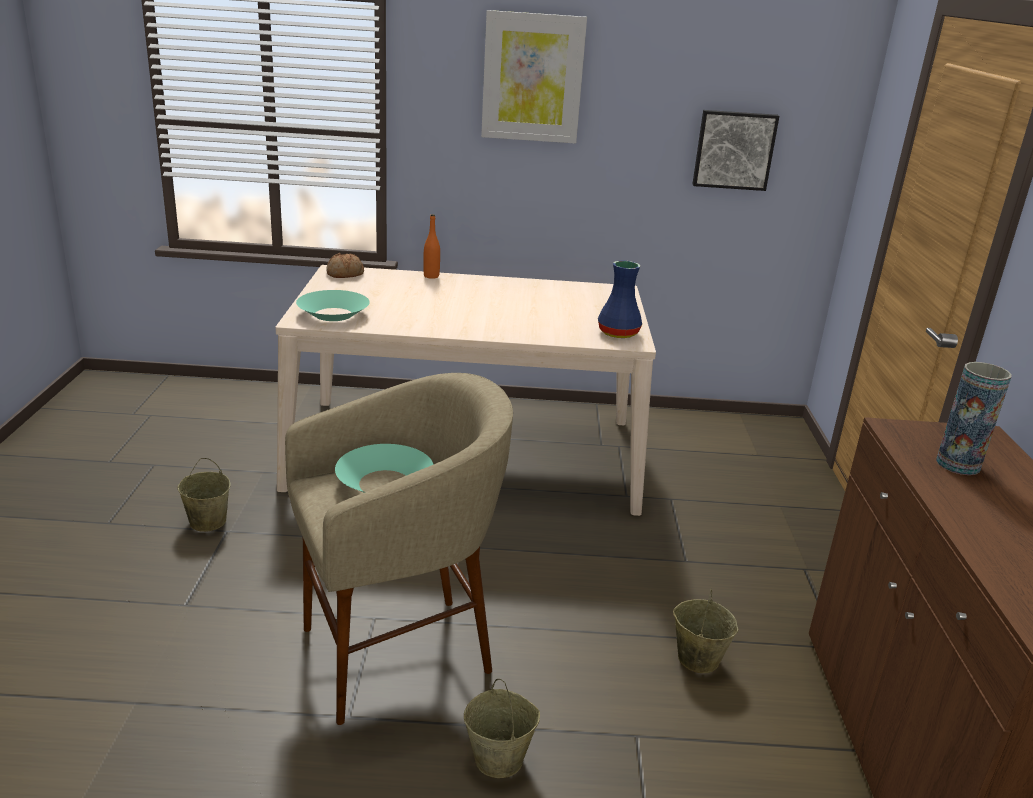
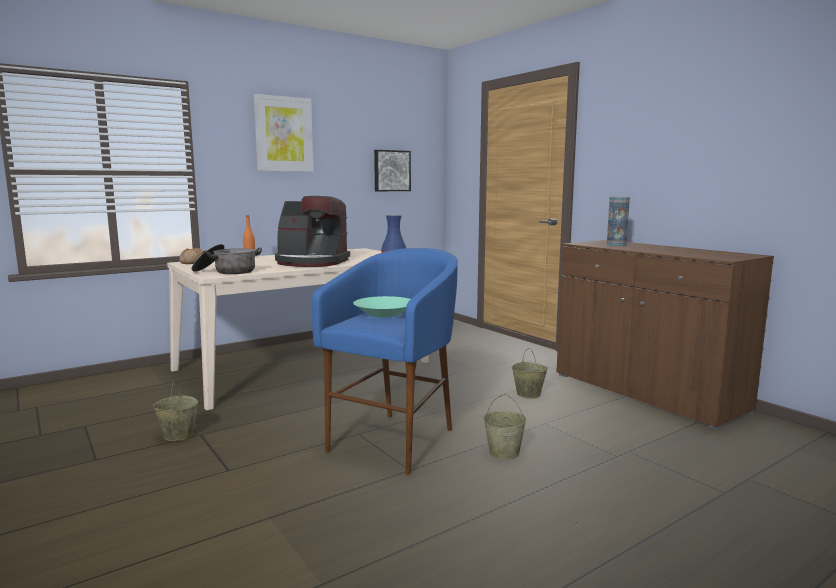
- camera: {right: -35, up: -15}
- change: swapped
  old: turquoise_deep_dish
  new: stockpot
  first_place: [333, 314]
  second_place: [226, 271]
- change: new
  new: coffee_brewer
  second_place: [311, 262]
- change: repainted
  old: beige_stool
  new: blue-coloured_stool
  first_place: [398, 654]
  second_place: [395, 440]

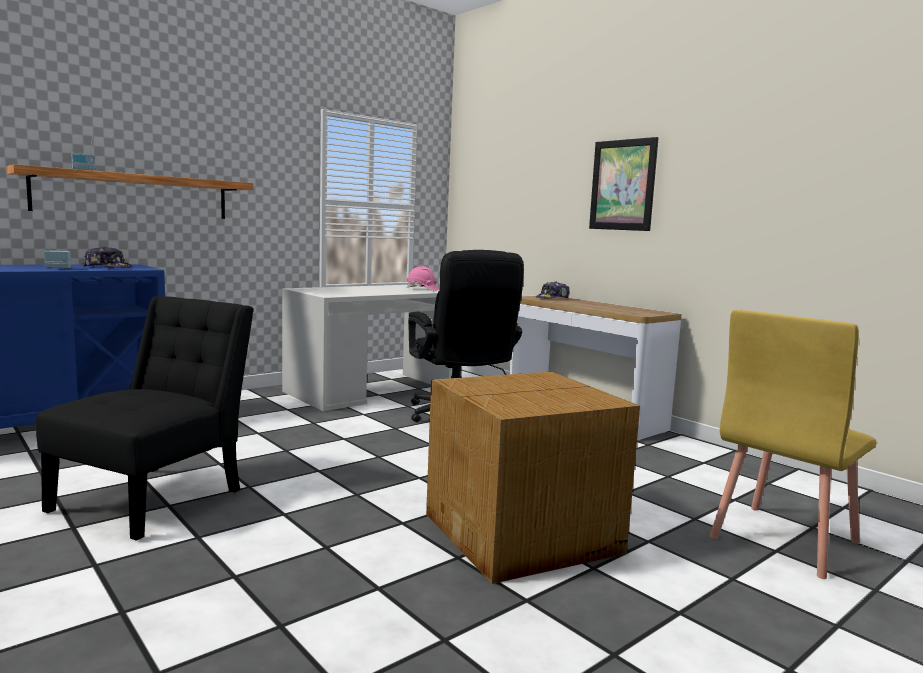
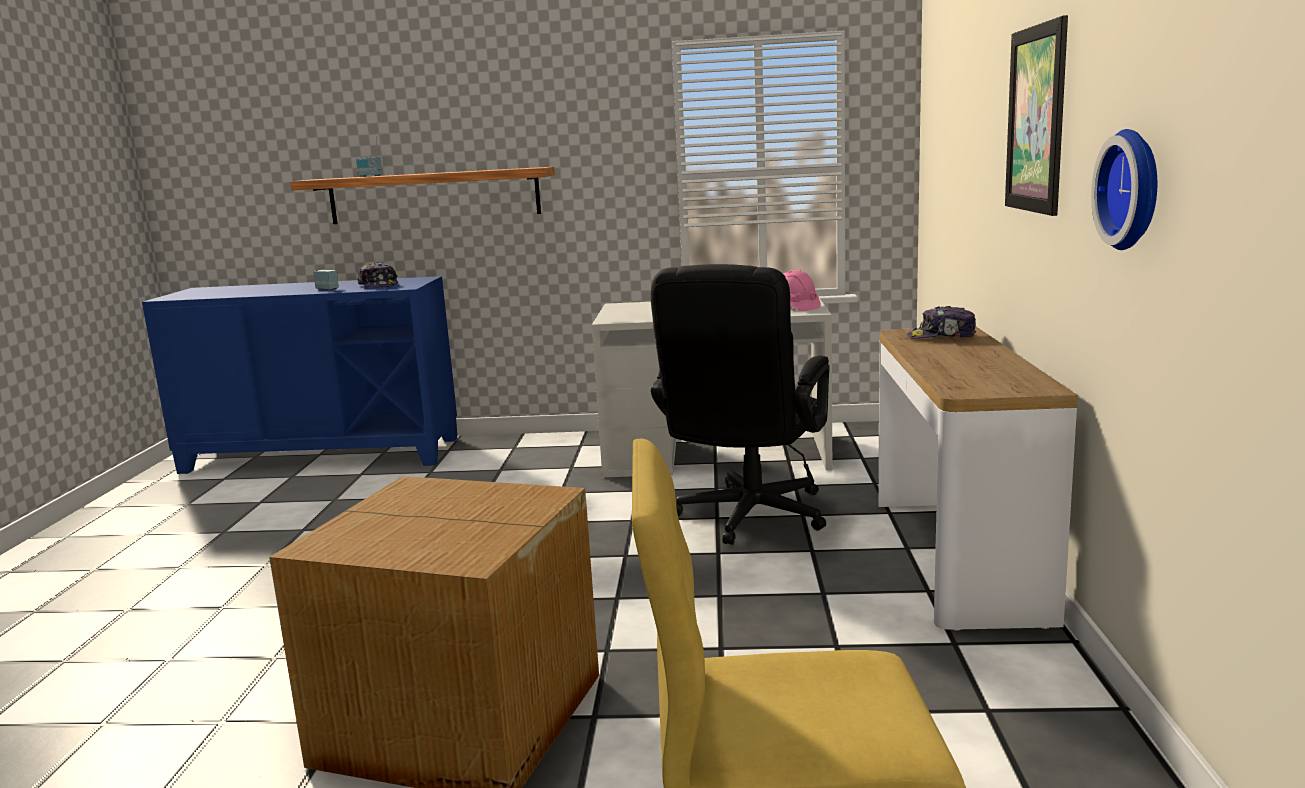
- camera: {right: 45, up: 5}
- change: new
  new: hanging_clock
  second_place: [1135, 189]
- change: gone
  old: black-coloured_plain_chair
  first_place: [156, 497]

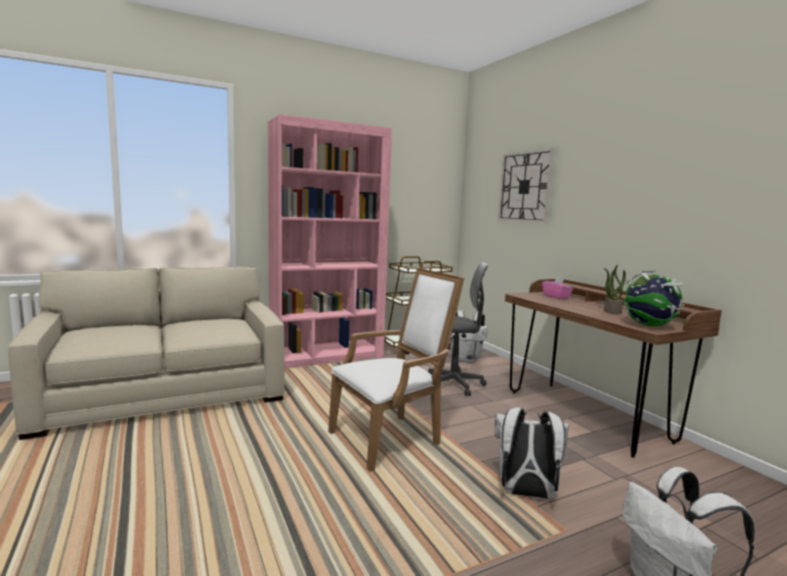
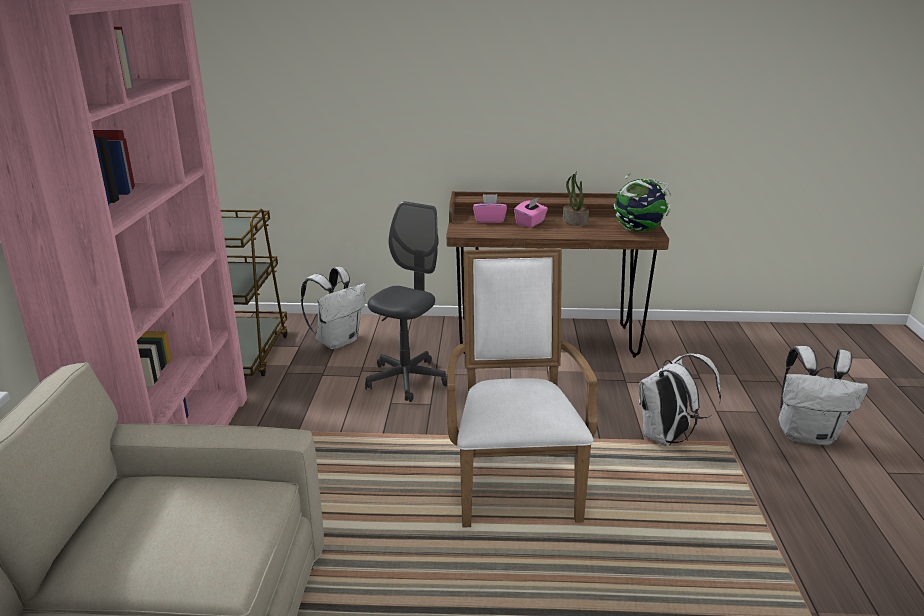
- camera: {right: -60, up: 15}
- change: new
  new: pink-coloured_tissue_box
  second_place: [530, 223]
- change: gone
  old: hanging_clock
  first_place: [525, 187]

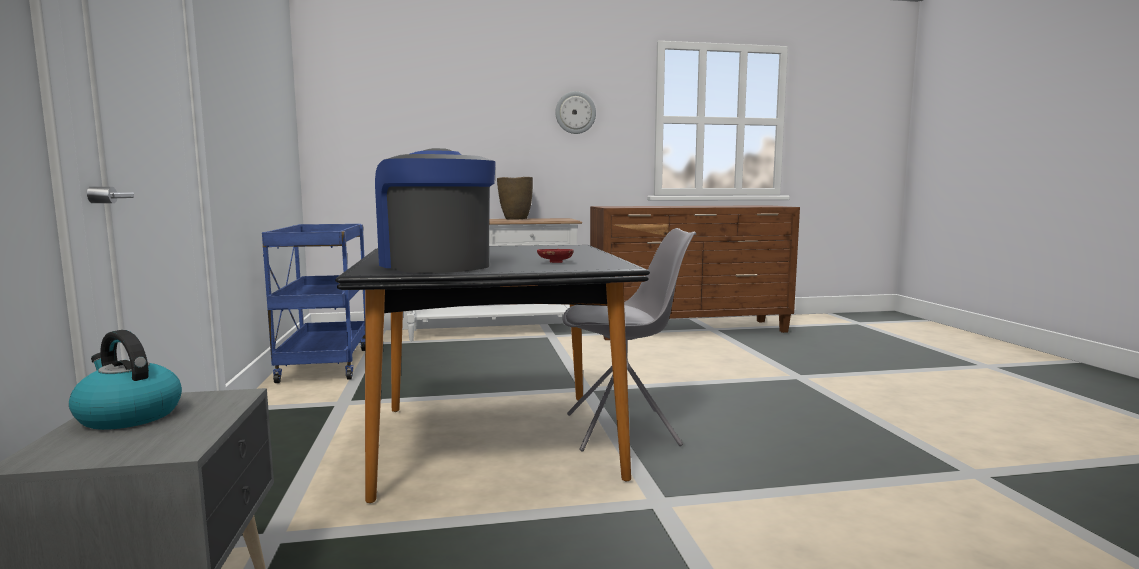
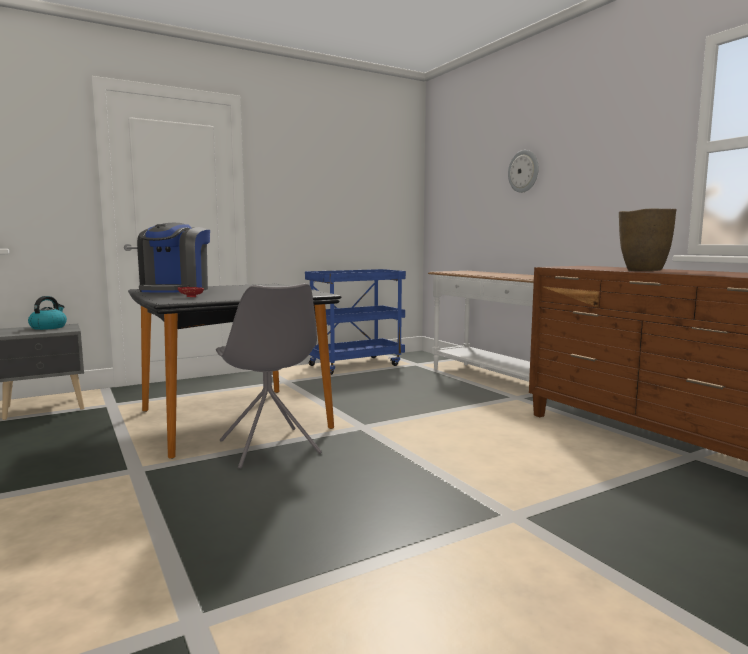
- camera: {right: 70, up: 0}
- change: rotated
  old: coffee_brewer
  first_place: [435, 265]
  second_place: [175, 290]
  degrees: 150
- change: shifted
  old: hanging_clock
  first_place: [575, 112]
  second_place: [524, 171]
- change: shifted
  old: brownish_vase
  first_place: [515, 219]
  second_place: [642, 270]

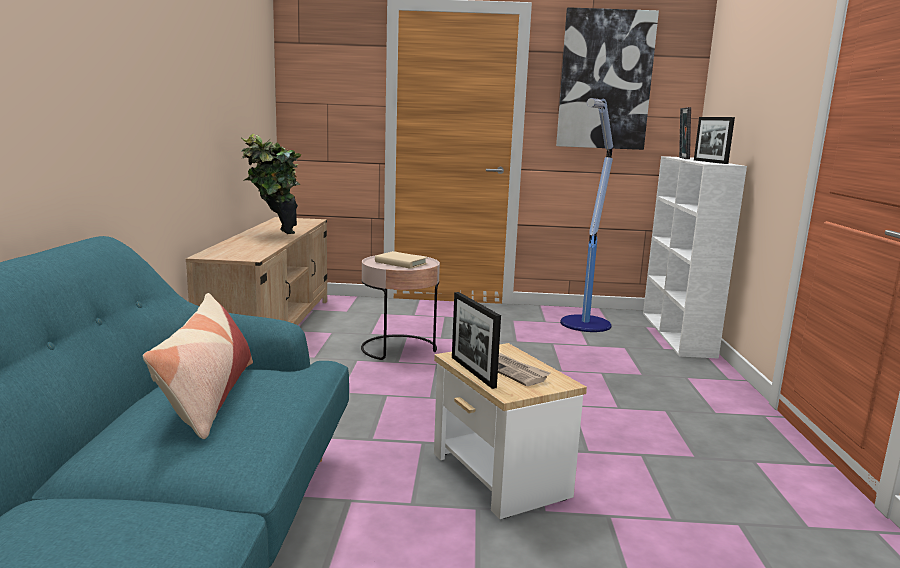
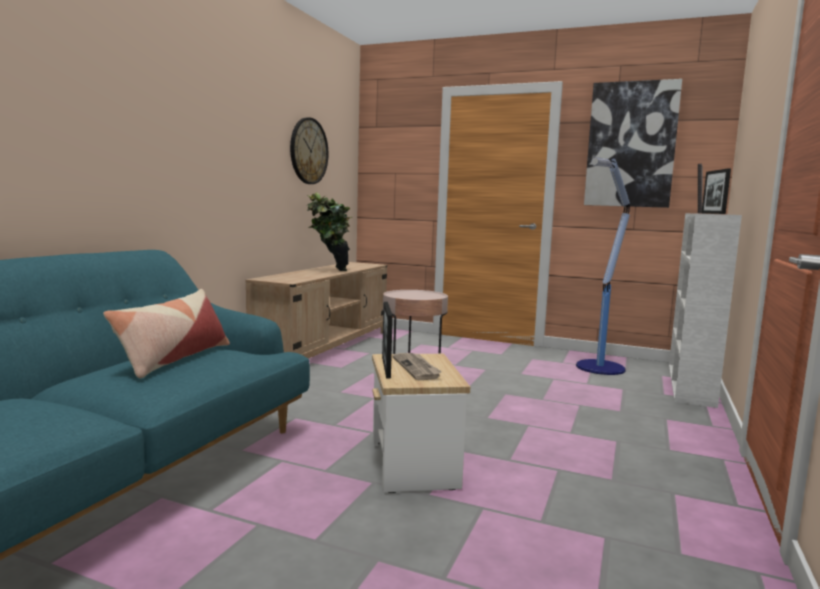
- camera: {right: 20, up: -5}
- change: new
  new: hanging_clock
  second_place: [308, 151]
- change: gone
  old: beige_bound_book
  first_place: [401, 263]

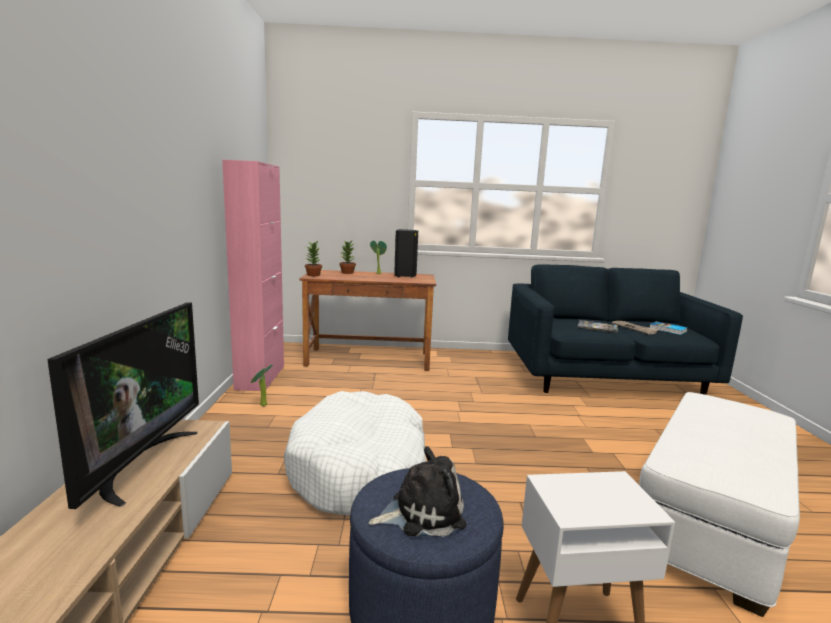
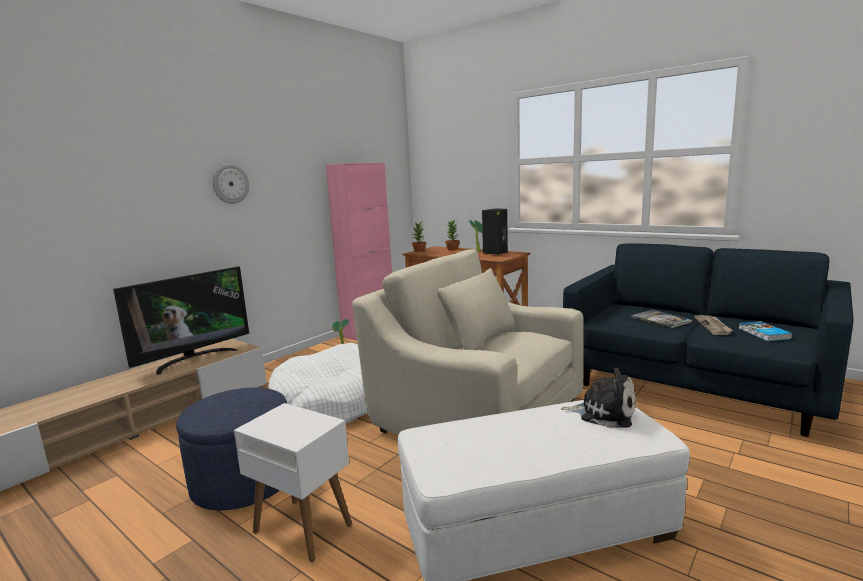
- camera: {right: 40, up: 0}
- change: new
  new: hanging_clock
  second_place: [230, 184]
- change: new
  new: beige_armchair
  second_place: [477, 413]
- change: shifted
  old: plush_toy
  first_place: [422, 512]
  second_place: [603, 413]

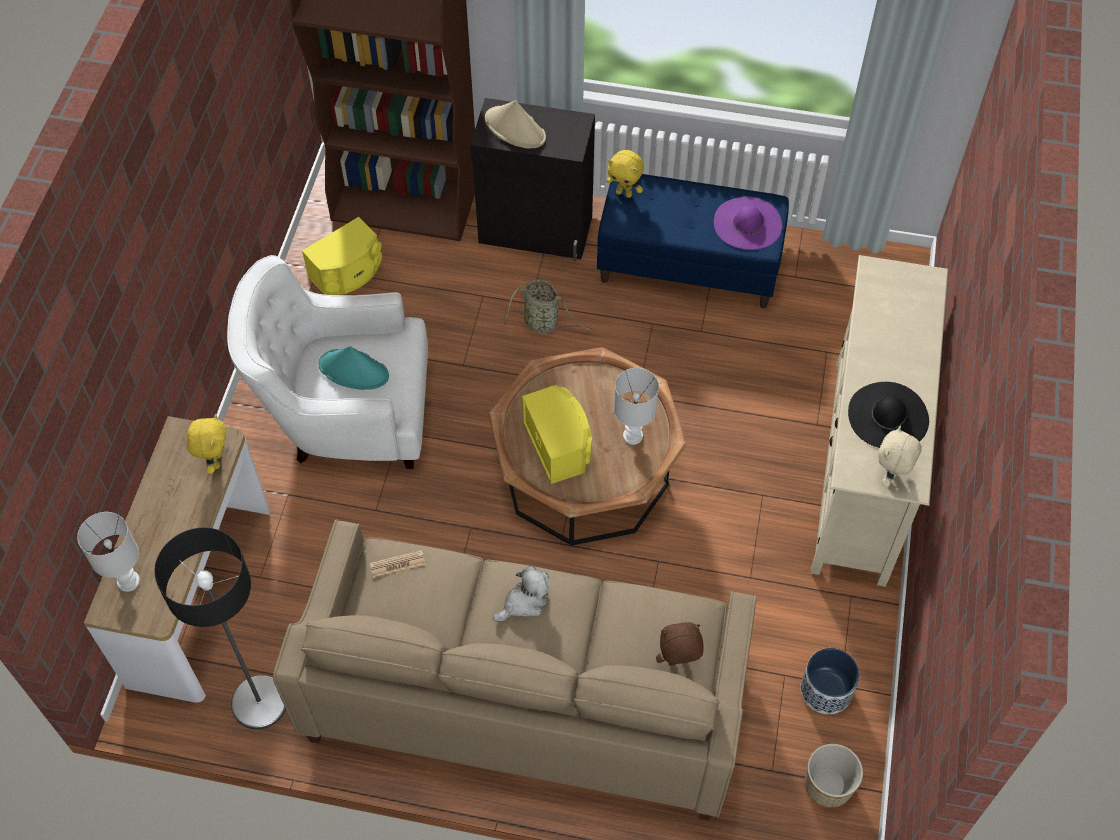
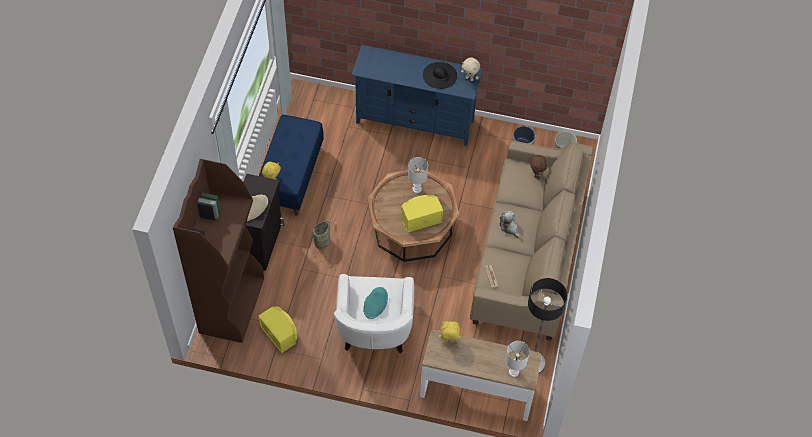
- camera: {right: -90, up: 0}
- change: repainted
  old: beige_tv_unit
  new: blue-coloured_tv_unit
  first_place: [861, 471]
  second_place: [415, 121]
- change: gone
  old: purplish_clothing_hat
  first_place: [747, 223]

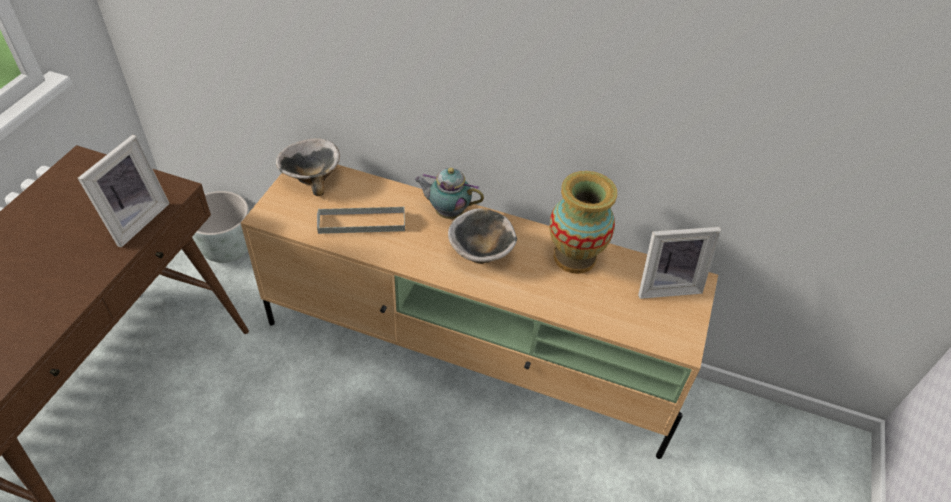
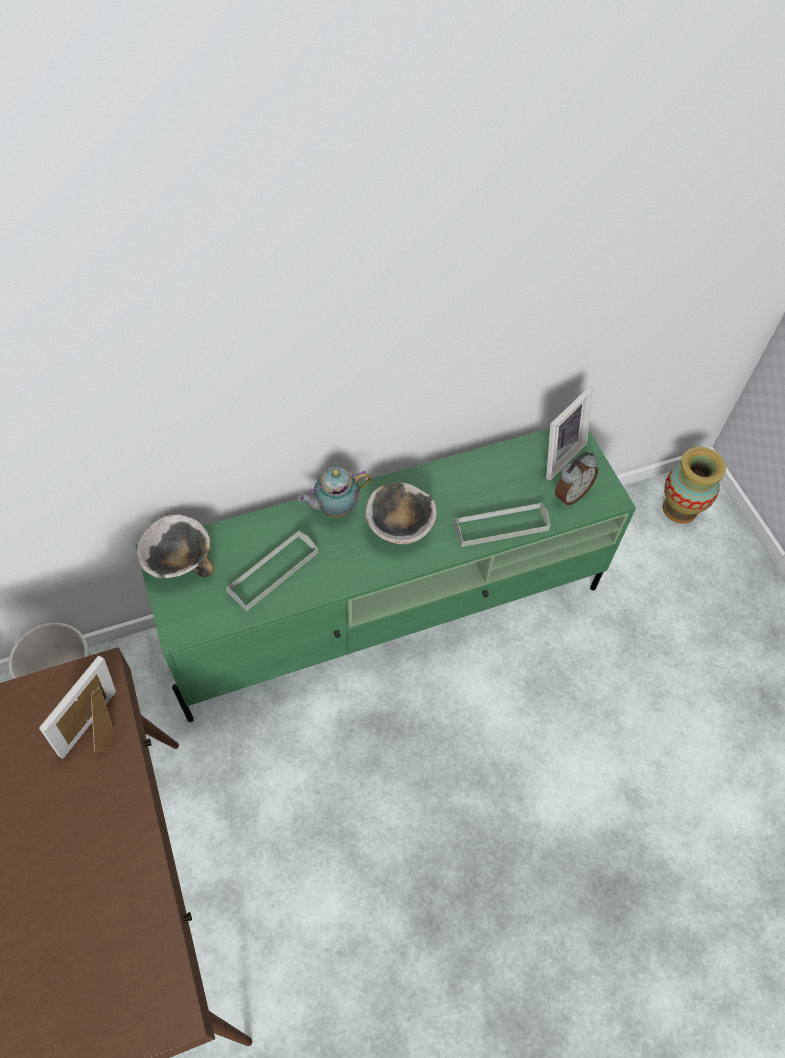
- camera: {right: -40, up: 10}
- change: rotated
  old: standing_frame
  first_place: [134, 220]
  second_place: [100, 730]
  degrees: -135
- change: repainted
  old: beige_tv_unit
  new: green-coloured_tv_unit
  first_place: [471, 355]
  second_place: [389, 614]
- change: new
  new: gray_carrying_tray
  second_place: [501, 526]
- change: new
  new: table_clock
  second_place: [570, 494]
- change: shifted
  old: vase
  first_place: [575, 257]
  second_place: [679, 508]

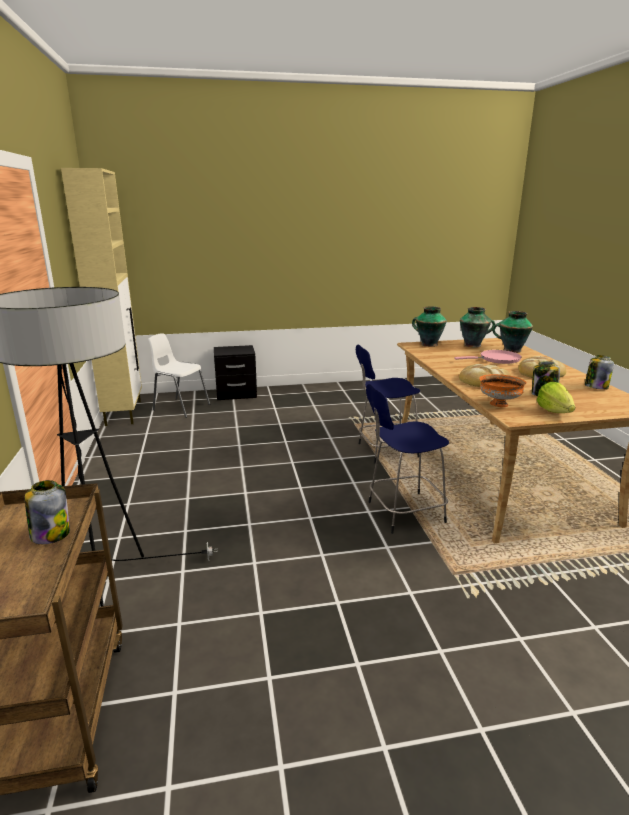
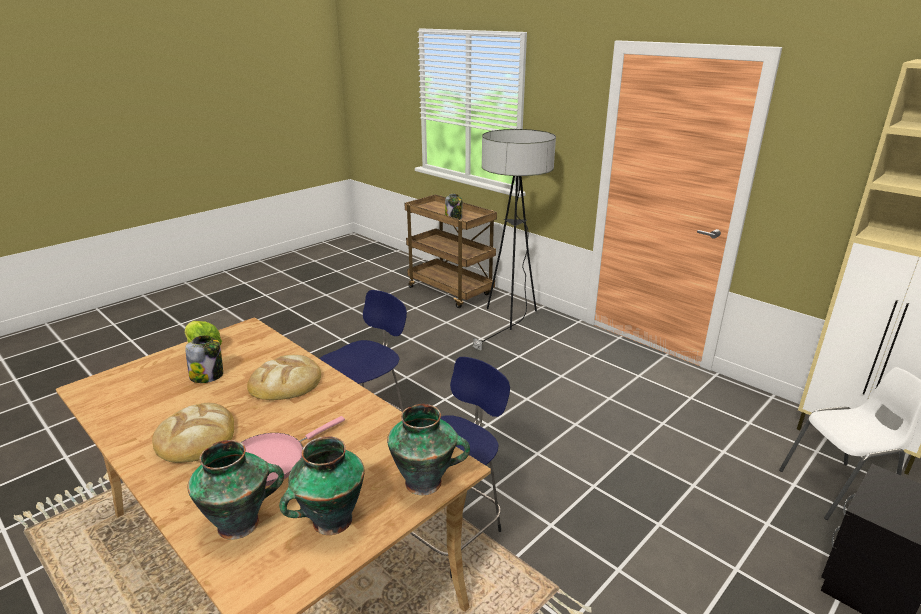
- camera: {right: 145, up: 5}
- change: gone
  old: orange-coloured_deep_dish
  first_place: [498, 404]
- change: gone
  old: jar
  first_place: [596, 387]

